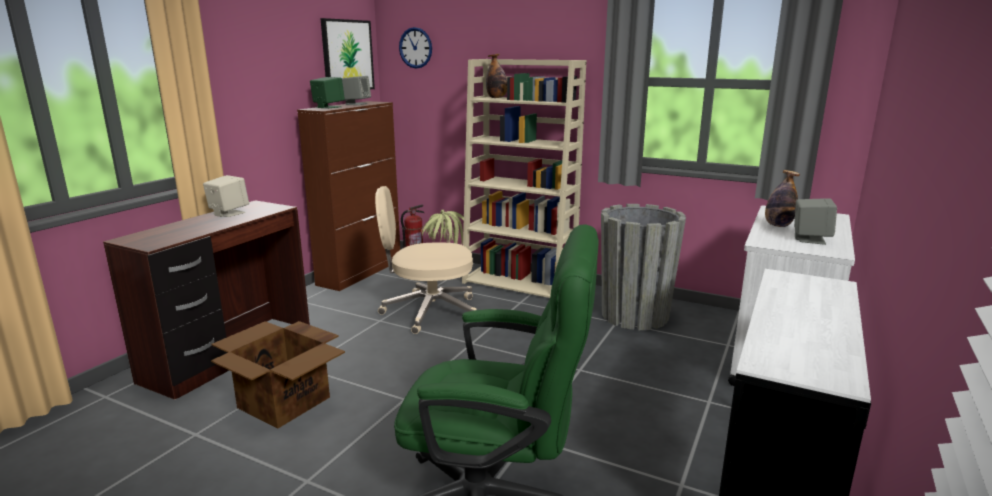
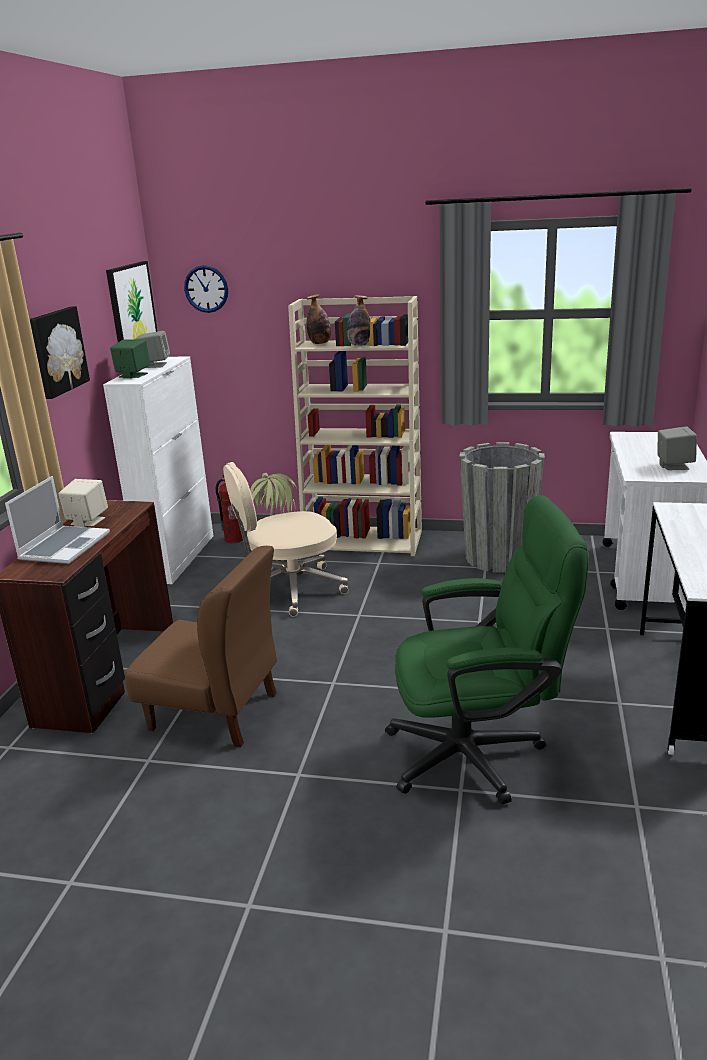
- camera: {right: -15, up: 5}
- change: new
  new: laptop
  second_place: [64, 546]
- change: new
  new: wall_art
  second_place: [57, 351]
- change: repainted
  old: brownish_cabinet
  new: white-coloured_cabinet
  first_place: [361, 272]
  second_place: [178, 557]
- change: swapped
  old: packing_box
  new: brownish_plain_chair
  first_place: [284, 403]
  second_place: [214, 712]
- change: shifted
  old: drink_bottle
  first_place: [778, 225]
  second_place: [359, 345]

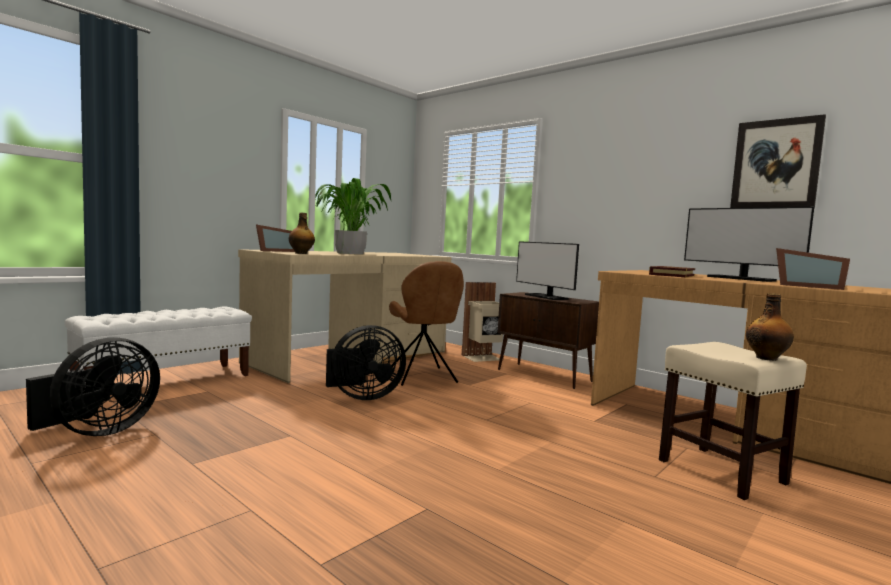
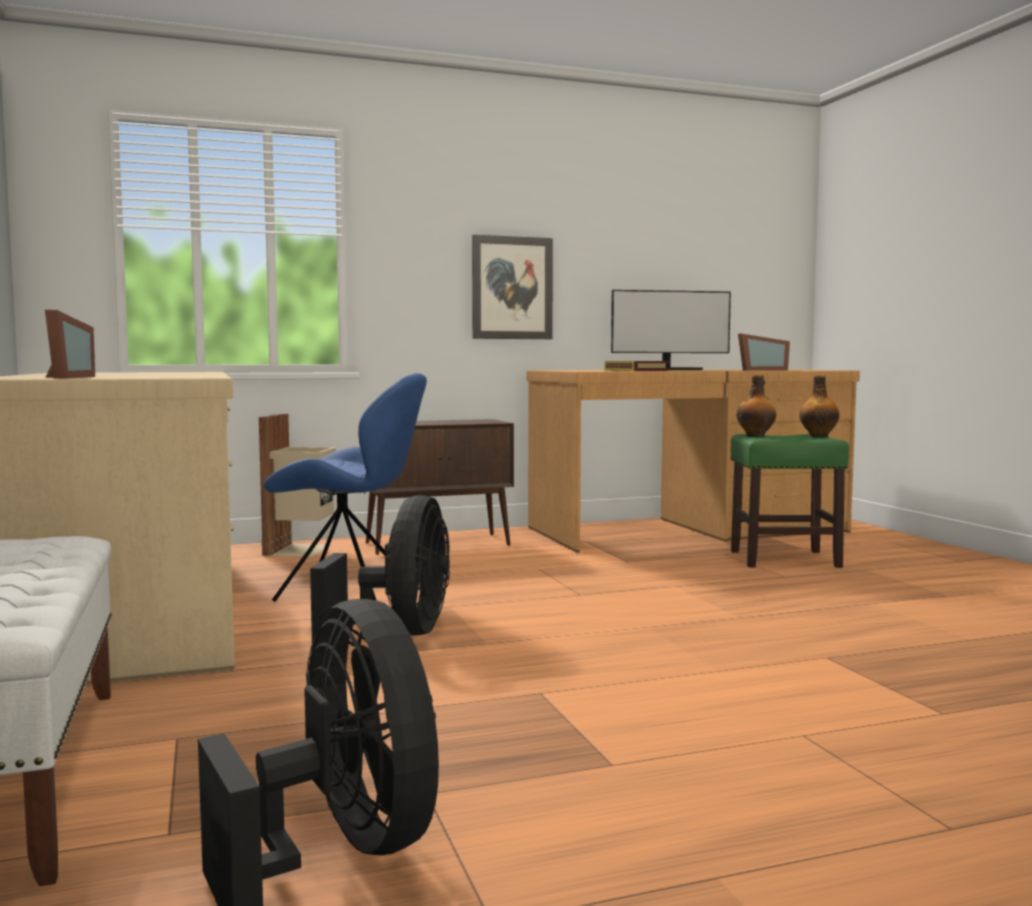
- camera: {right: -60, up: 0}
- change: repainted
  old: brownish_plain_chair
  new: blue-coloured_plain_chair
  first_place: [422, 377]
  second_place: [349, 591]
- change: shifted
  old: wall_art
  first_place: [775, 164]
  second_place: [512, 288]
- change: repainted
  old: beige_stool
  new: green-coloured_stool
  first_place: [719, 471]
  second_place: [783, 559]
- change: shifted
  old: drink_bottle
  first_place: [301, 253]
  second_place: [756, 436]
- change: gone
  old: potted_plant
  first_place: [349, 253]
- change: gone
  old: computer_display
  first_place: [546, 297]

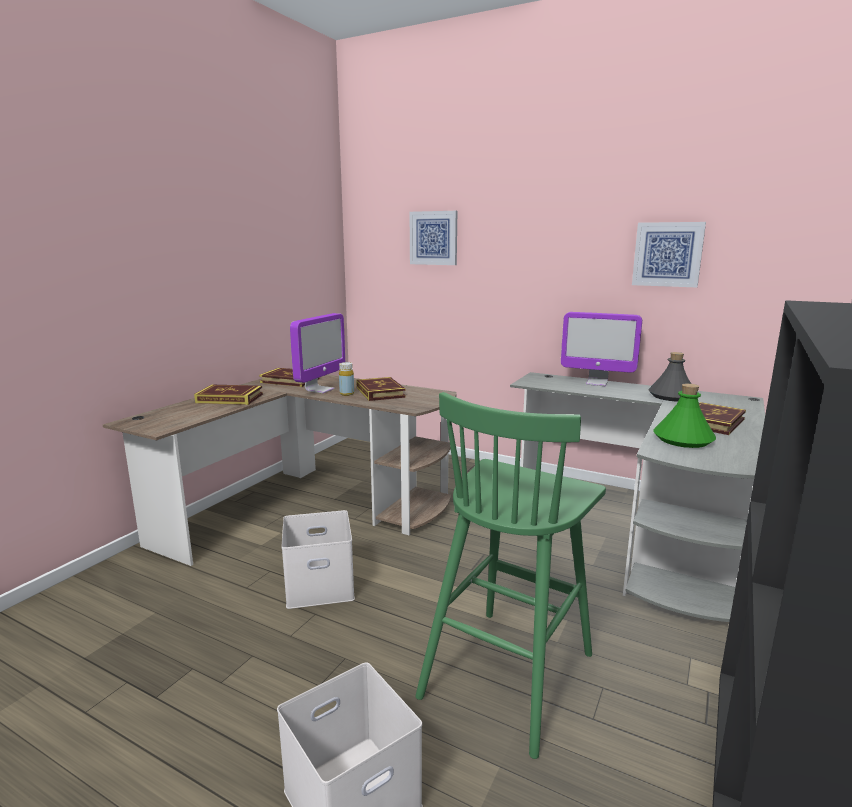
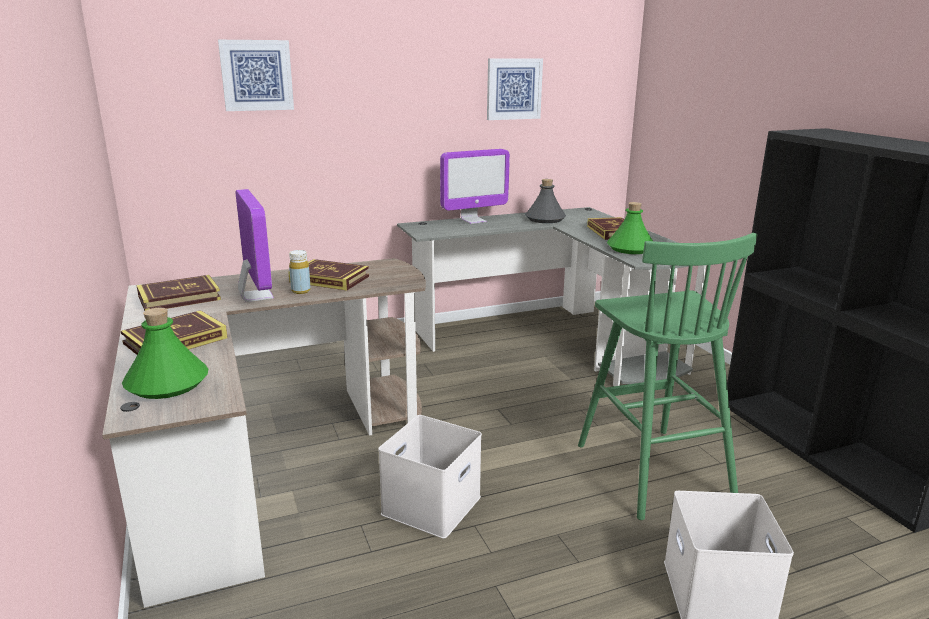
- camera: {right: -50, up: 5}
- change: new
  new: green-coloured_drink_bottle
  second_place: [166, 384]

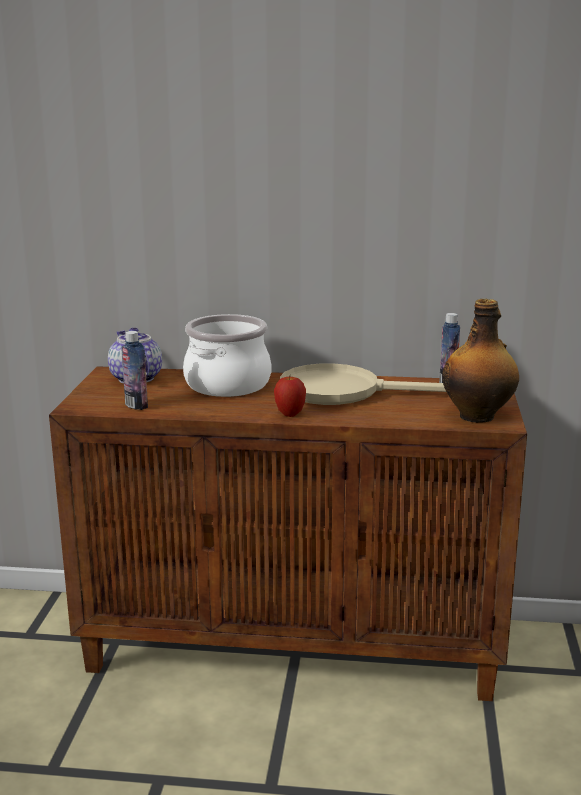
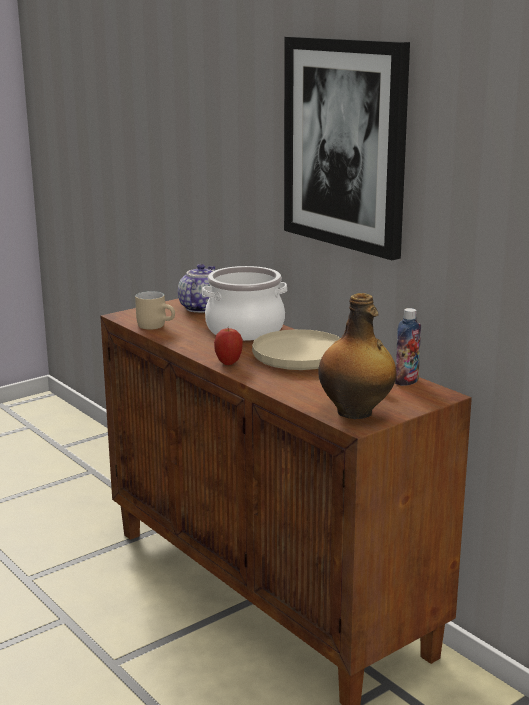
- camera: {right: 45, up: 0}
- change: swapped
  old: drink_bottle
  new: beige_coffee_mug
  first_place: [136, 405]
  second_place: [156, 325]
- change: new
  new: wall_art
  second_place: [345, 144]

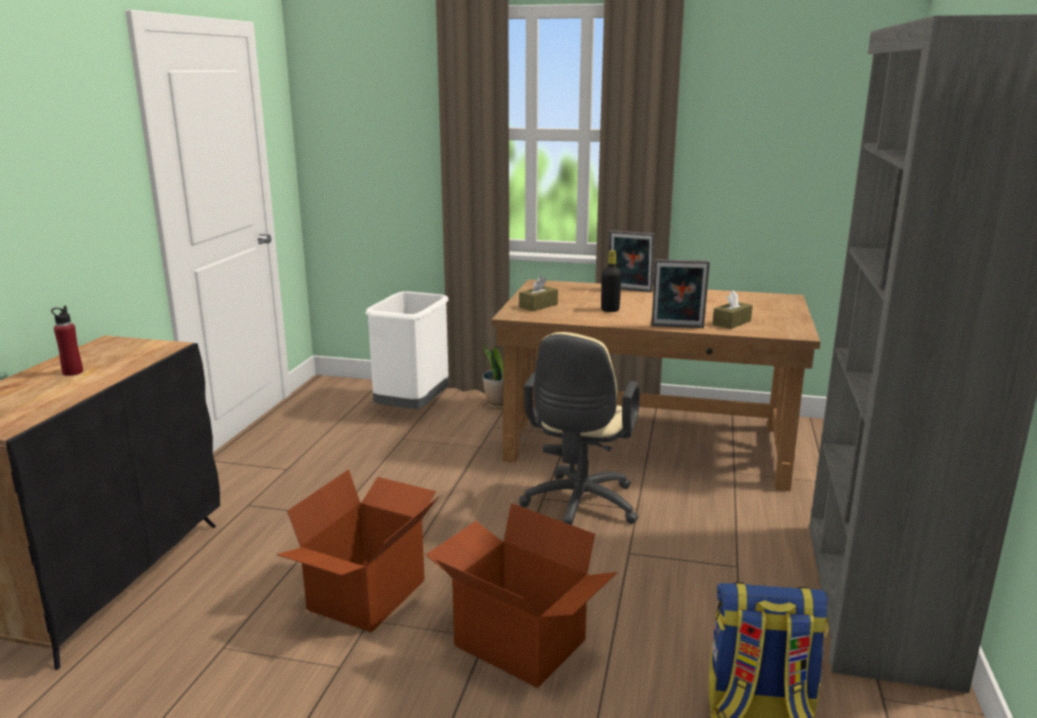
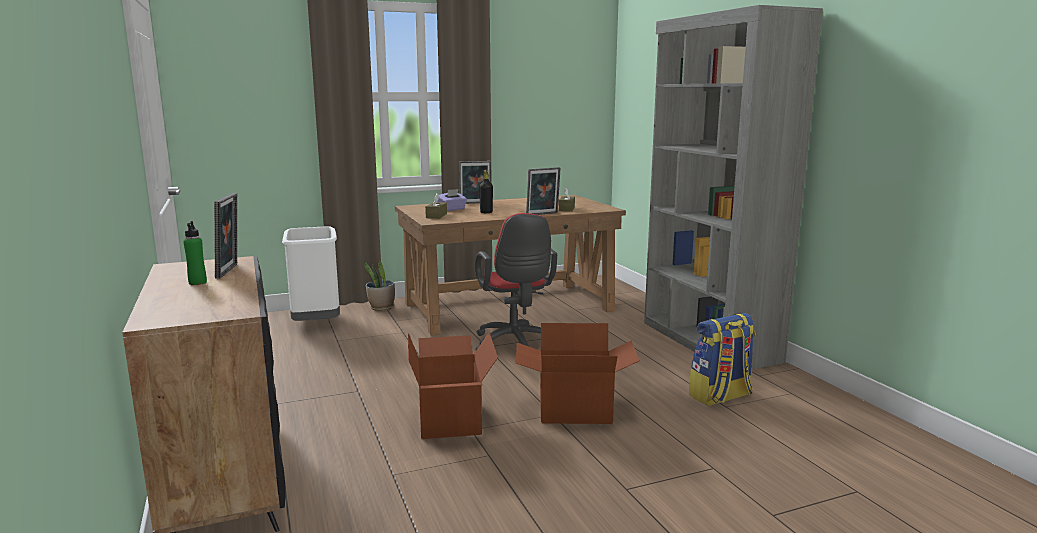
- camera: {right: -35, up: -5}
- change: repainted
  old: red-coloured_drink_bottle
  new: green-coloured_drink_bottle
  first_place: [72, 372]
  second_place: [197, 282]
- change: new
  new: standing_frame
  second_place: [230, 271]
- change: new
  new: purplish_tissue_box
  second_place: [452, 209]
- change: repainted
  old: beige_desk_chair
  new: red-coloured_desk_chair
  first_place: [579, 508]
  second_place: [515, 345]

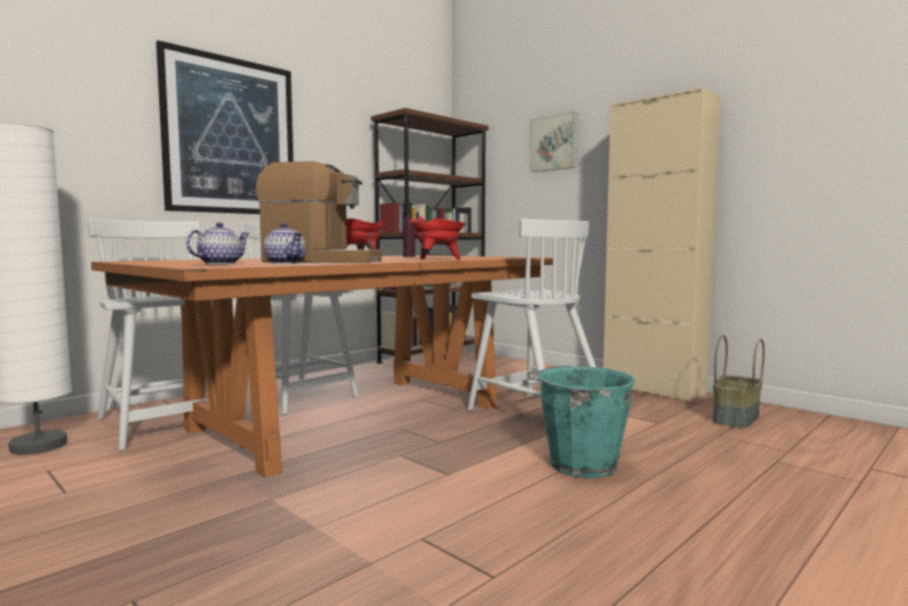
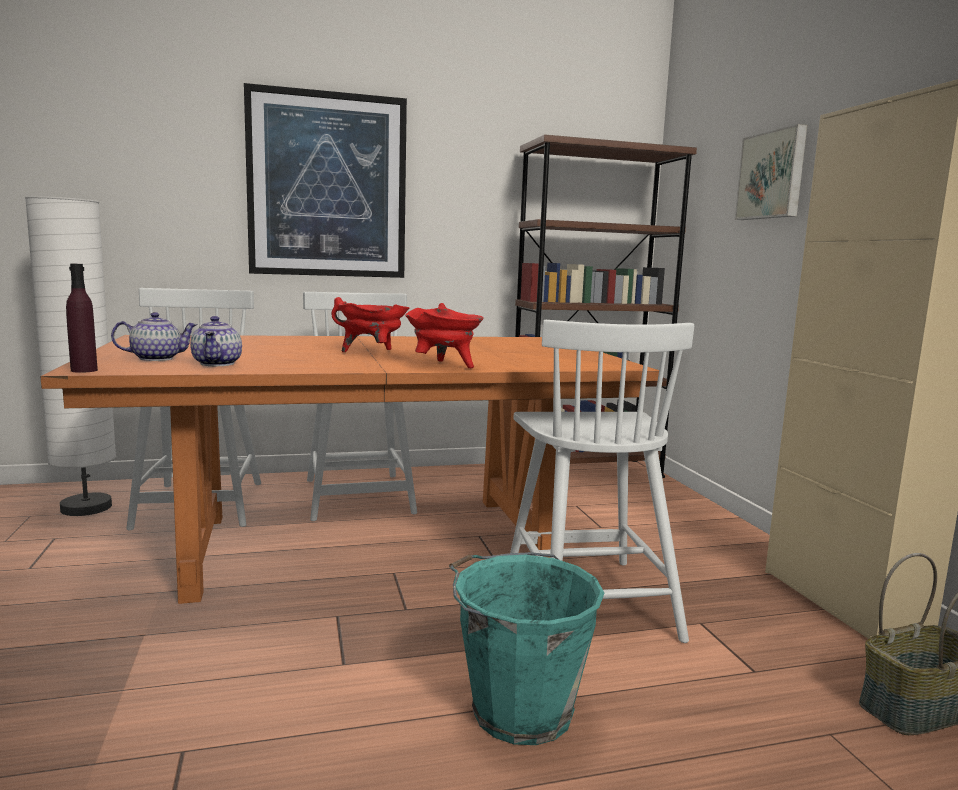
- camera: {right: 30, up: 5}
- change: shifted
  old: purplish_drink_bottle
  first_place: [409, 256]
  second_place: [84, 370]
- change: gone
  old: coffee_brewer
  first_place: [322, 261]

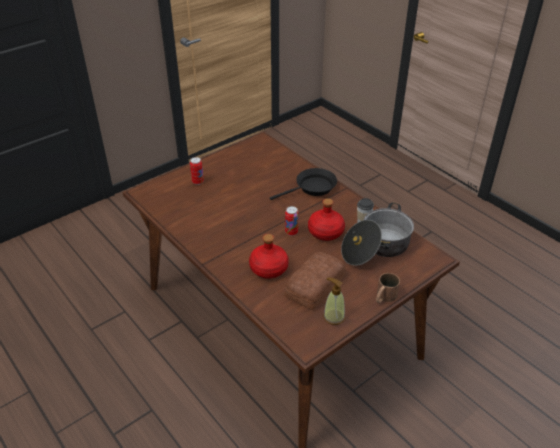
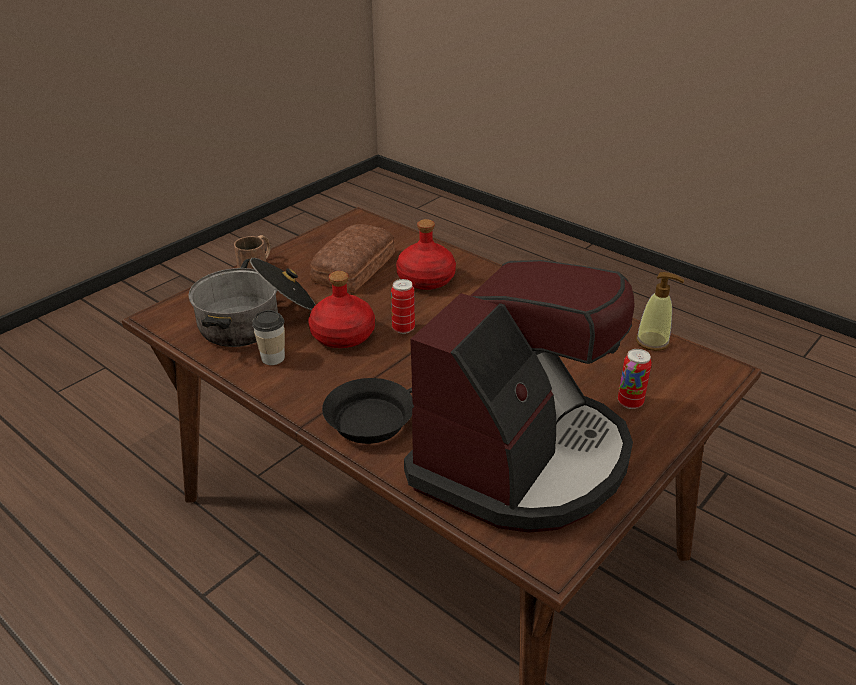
- camera: {right: 170, up: -5}
- change: new
  new: coffee_brewer
  second_place: [522, 458]
- change: shifted
  old: soap_bottle
  first_place: [333, 317]
  second_place: [652, 342]

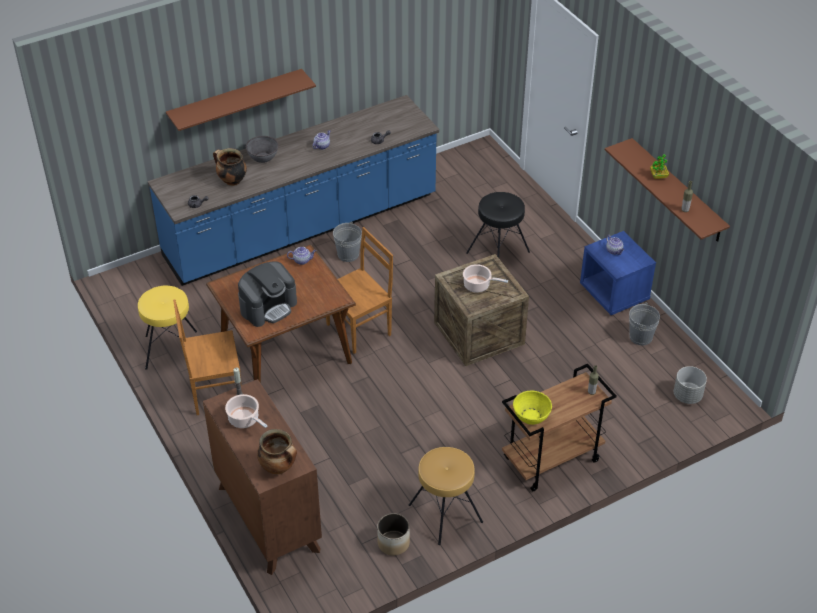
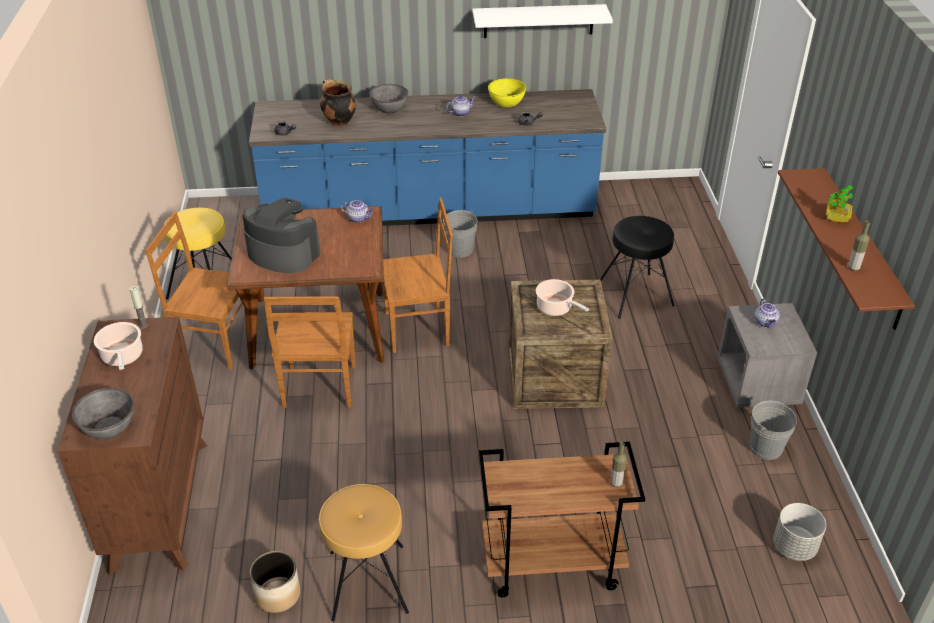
- camera: {right: 25, up: -5}
- change: swapped
  old: stockpot
  new: gray_deep_dish
  first_place: [279, 467]
  second_place: [109, 427]
- change: rotated
  old: coffee_brewer
  first_place: [268, 306]
  second_place: [283, 254]
  degrees: -135
- change: new
  new: brownish_plain_chair
  second_place: [319, 388]
- change: new
  new: white-coloured_wall_shelf
  second_place: [538, 21]
- change: shifted
  old: yellow-coloured_deep_dish
  first_place: [531, 416]
  second_place: [506, 102]
- change: repainted
  old: blue-coloured_nightstand
  new: gray_nightstand
  first_place: [614, 293]
  second_place: [758, 384]
- change: gone
  old: brownish_wall_shelf
  first_place: [236, 100]

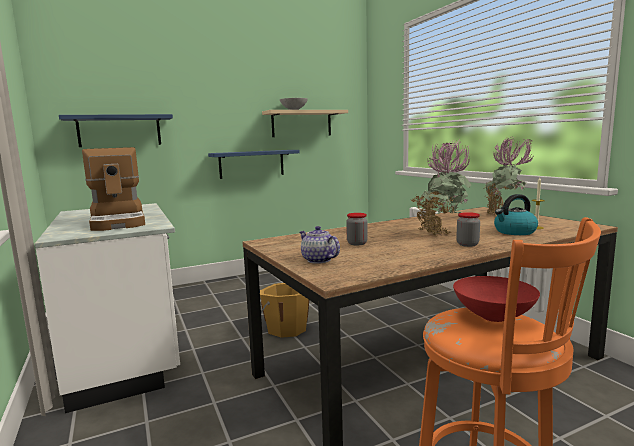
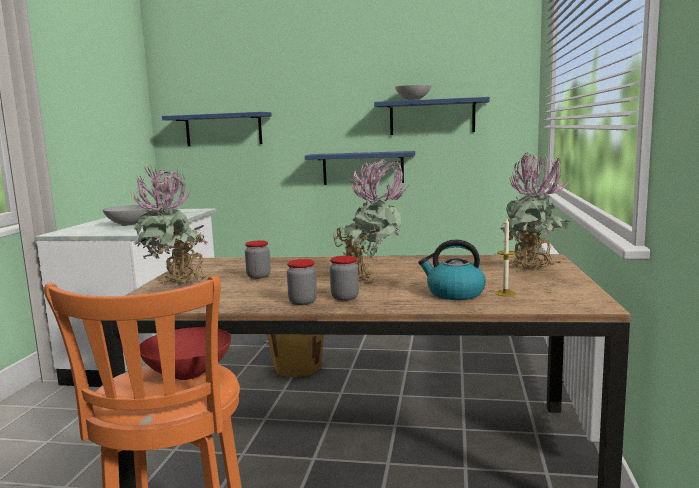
- camera: {right: 35, up: 0}
- change: swapped
  old: coffee_brewer
  new: gray_deep_dish
  first_place: [119, 221]
  second_place: [129, 224]
- change: swapped
  old: tea_pot
  new: potted_plant
  first_place: [318, 260]
  second_place: [176, 286]
- change: new
  new: jar
  second_place: [302, 302]
- change: repainted
  old: beige_wall_shelf
  new: blue-coloured_wall_shelf
  first_place: [301, 123]
  second_place: [432, 117]

